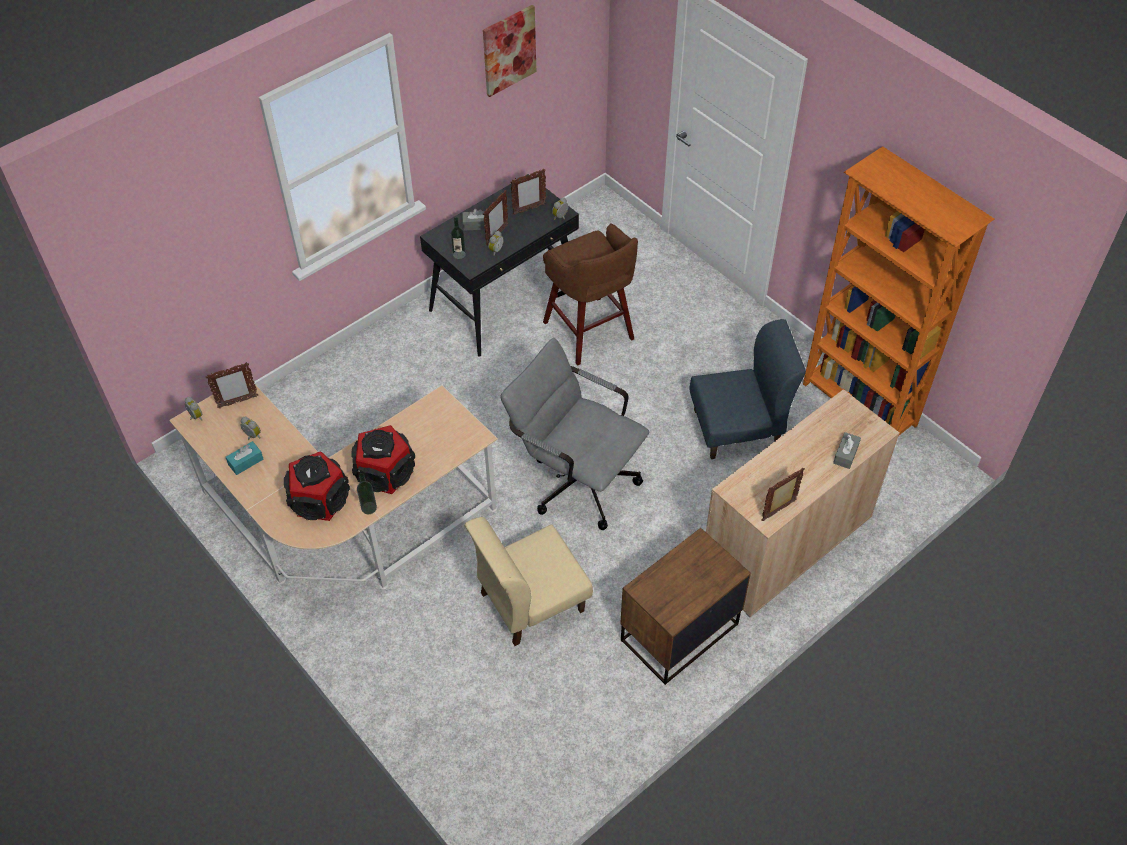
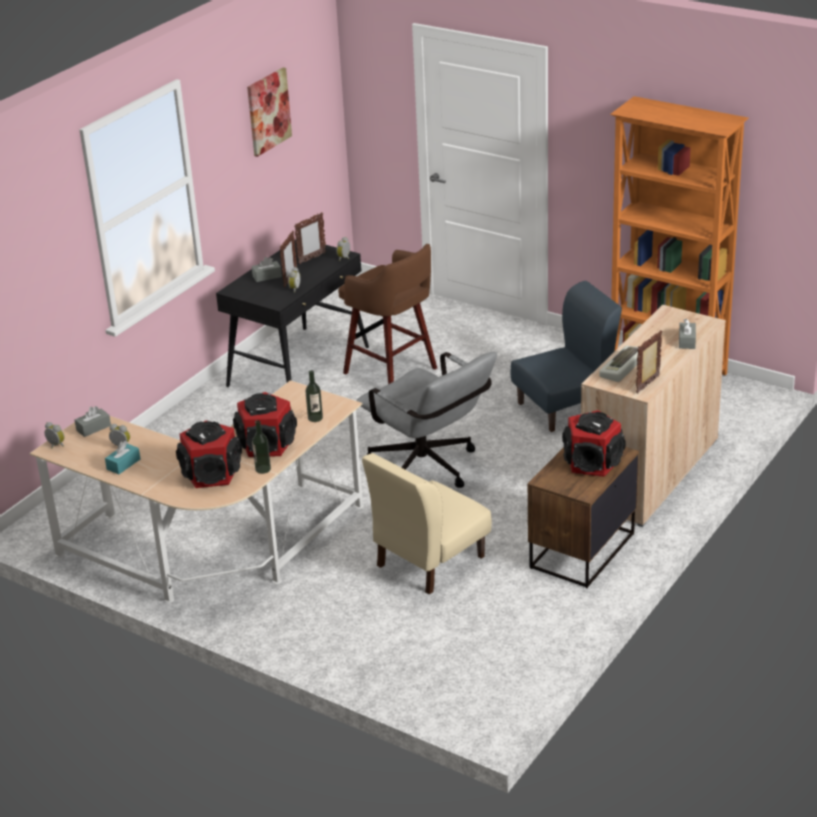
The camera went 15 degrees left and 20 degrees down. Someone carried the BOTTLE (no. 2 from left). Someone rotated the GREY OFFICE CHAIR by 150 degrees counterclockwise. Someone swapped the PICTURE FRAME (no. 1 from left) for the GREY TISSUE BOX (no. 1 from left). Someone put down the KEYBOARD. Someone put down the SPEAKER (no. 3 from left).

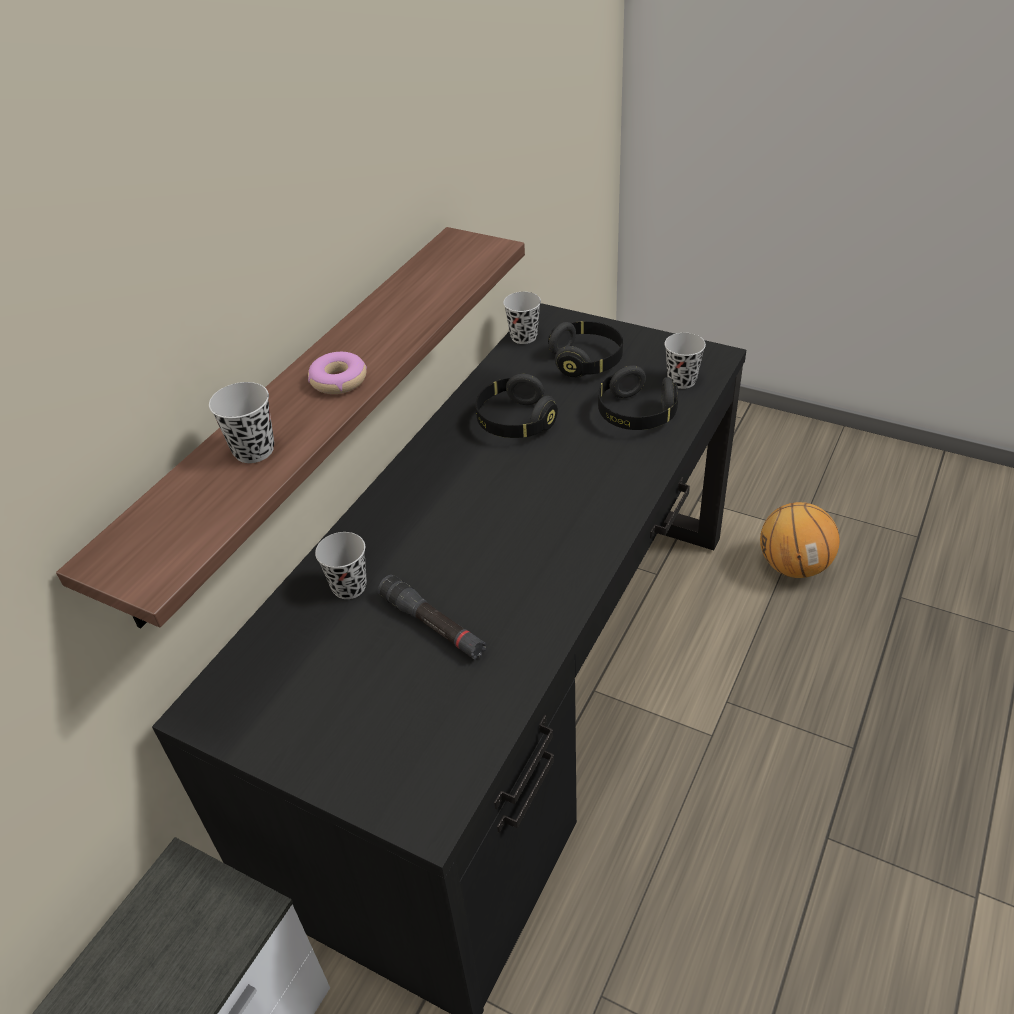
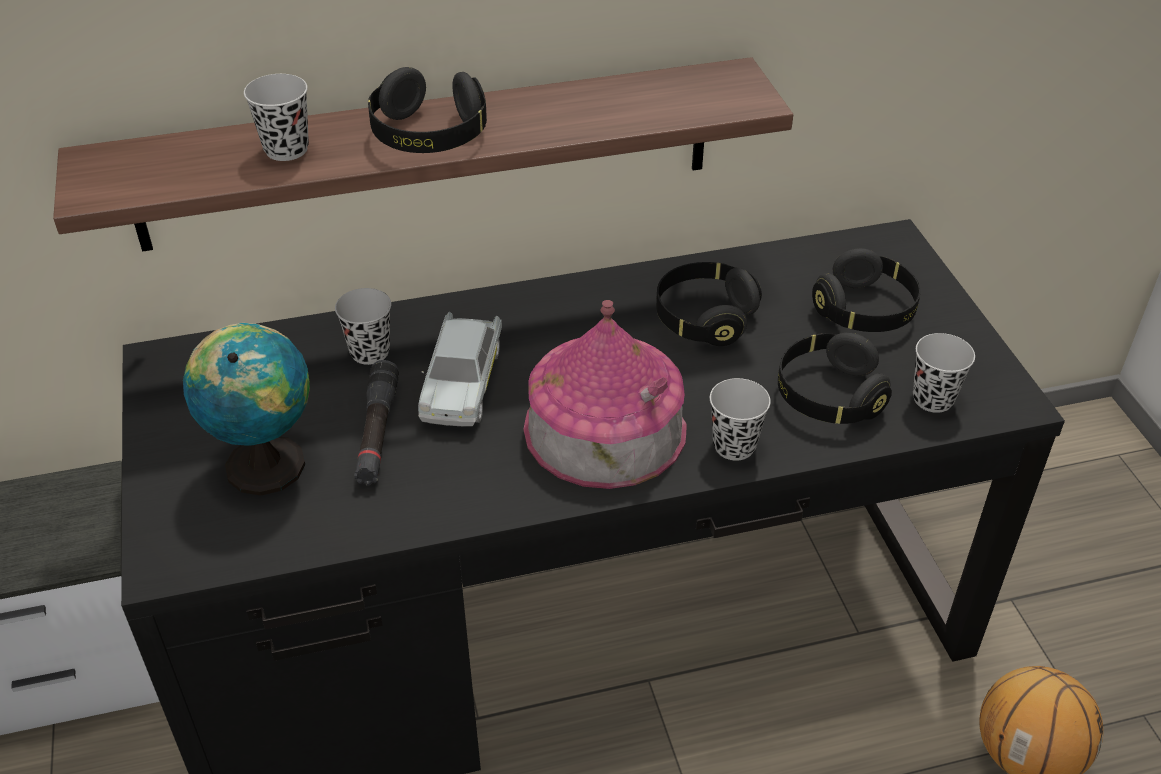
The camera went 45 degrees right and 0 degrees up. Someone carried the BLACK CUP (no. 3 from left). Someone swapped the DONUT for the BLACK HEADPHONES (no. 1 from left). Someone put down the TOY HOUSE. Someone put down the WHITE TOY CAR. Someone put down the GLOBE.

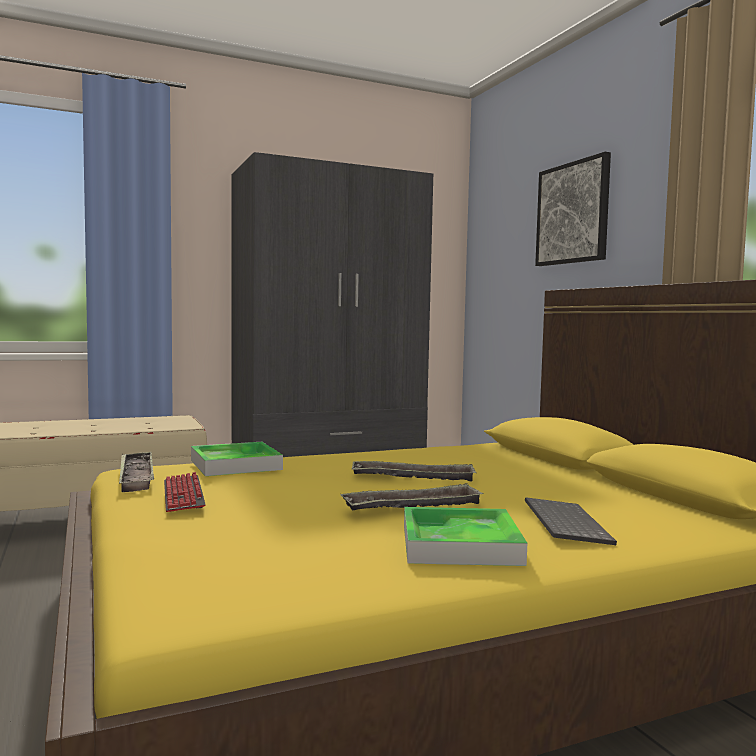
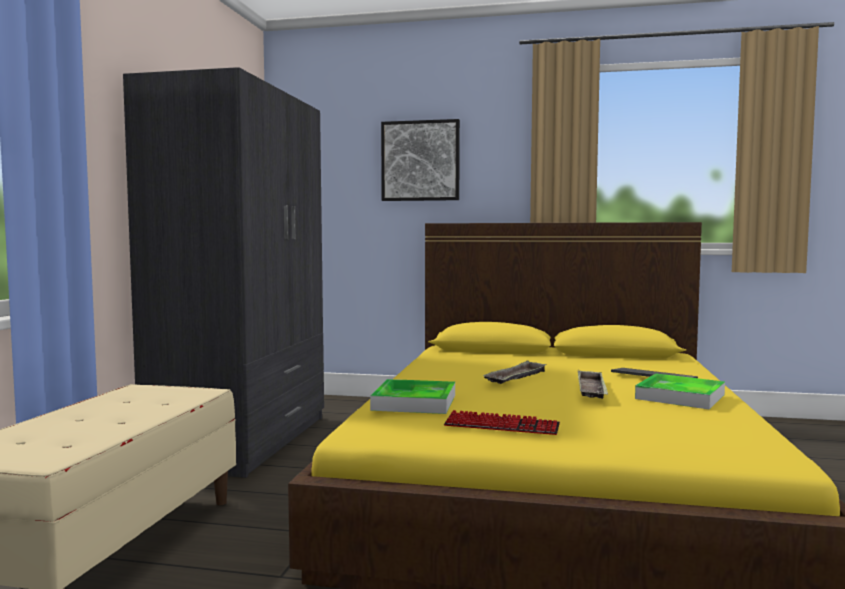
The camera went 55 degrees left and 0 degrees up. Someone took away the TRAY (no. 1 from left).

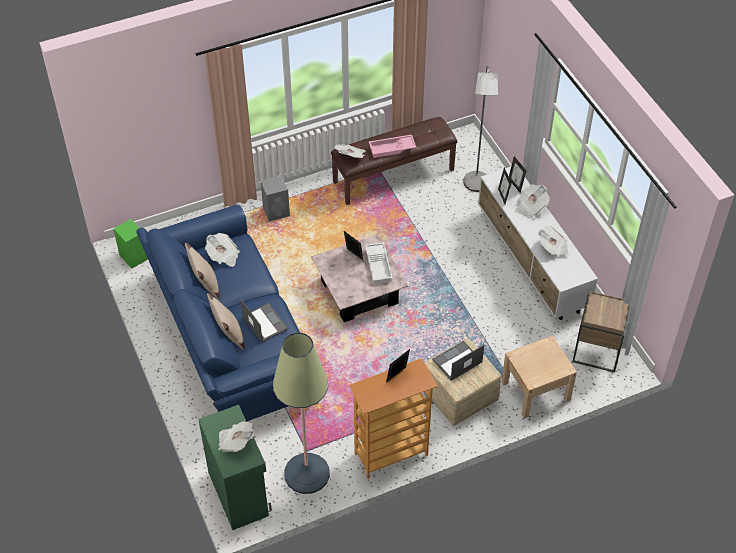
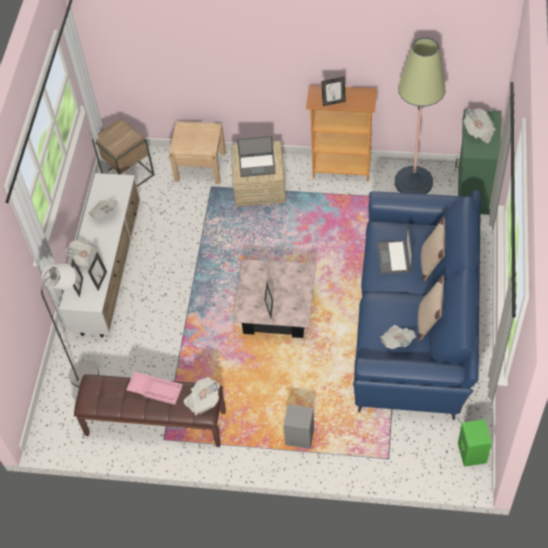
The camera went 145 degrees left and 5 degrees up. Someone took away the WHITE TRAY.

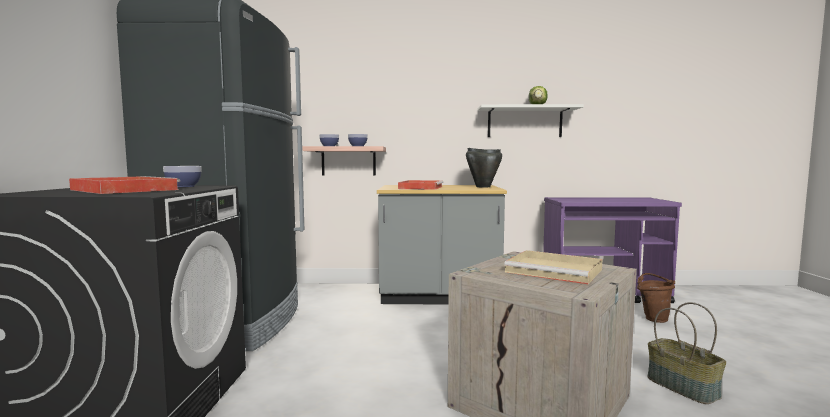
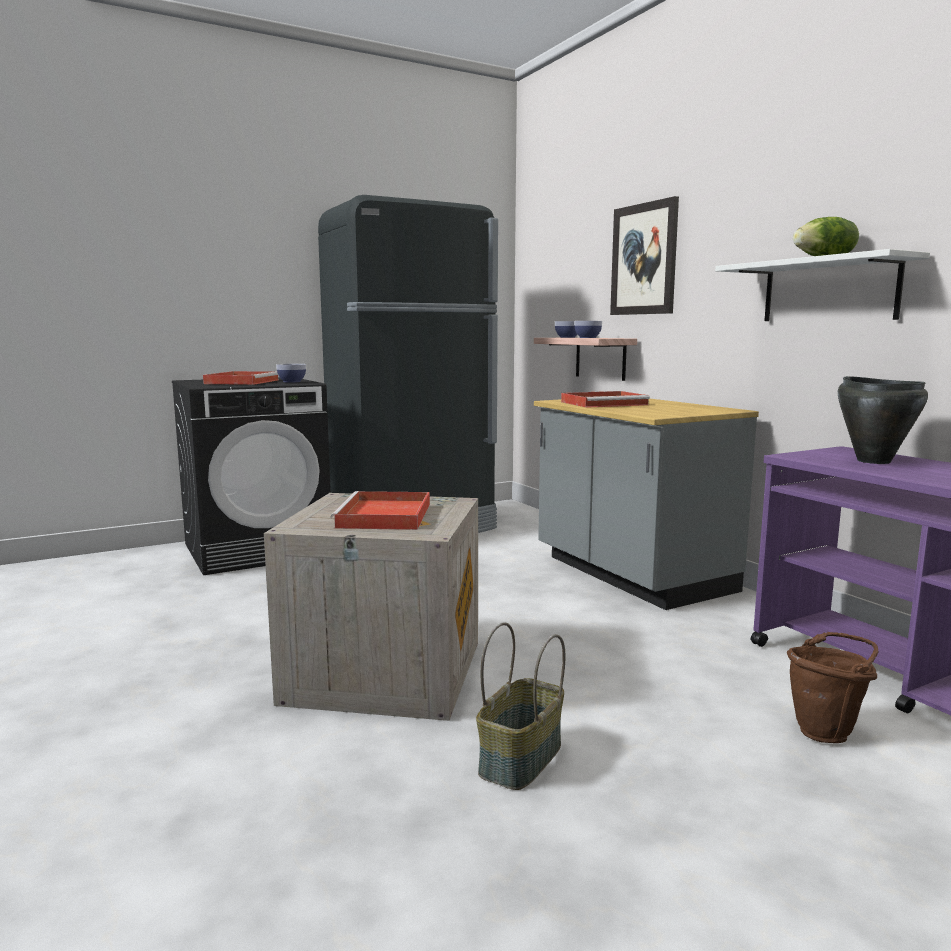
The camera went 60 degrees right and 5 degrees up. Someone carried the BLACK COOKING POT. Someone repainted the BEIGE TRAY, which became the RED TRAY (no. 2 from left). Someone put up the PICTURE.

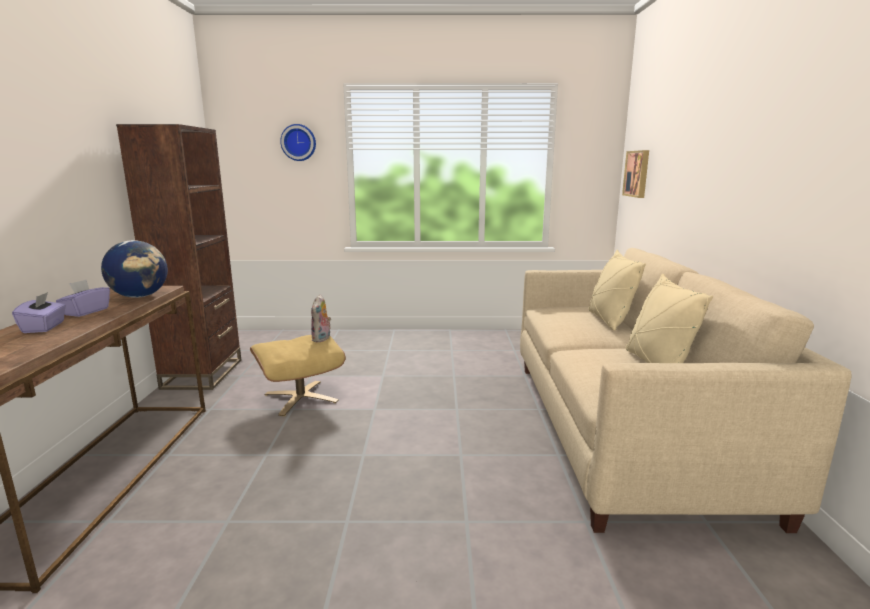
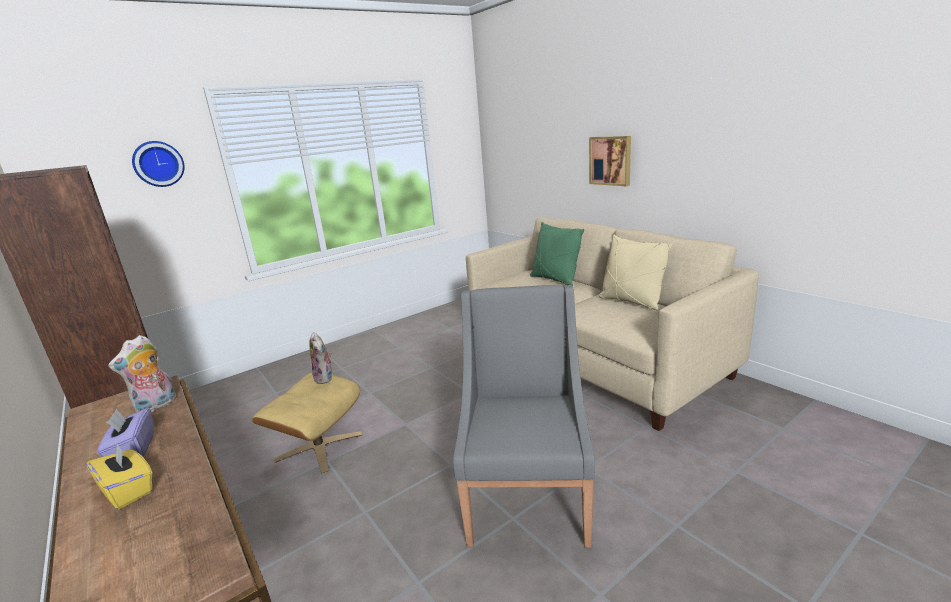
The camera went 35 degrees left and 5 degrees up. Someone carried the PICTURE. Someone swapped the GLOBE for the PLUSH TOY (no. 1 from left). Someone repainted the BEIGE PILLOW (no. 1 from left), which became the GREEN PILLOW. Someone repainted the PURPLE TISSUE BOX (no. 1 from left), which became the YELLOW TISSUE BOX. Someone put down the GREY ARMCHAIR.

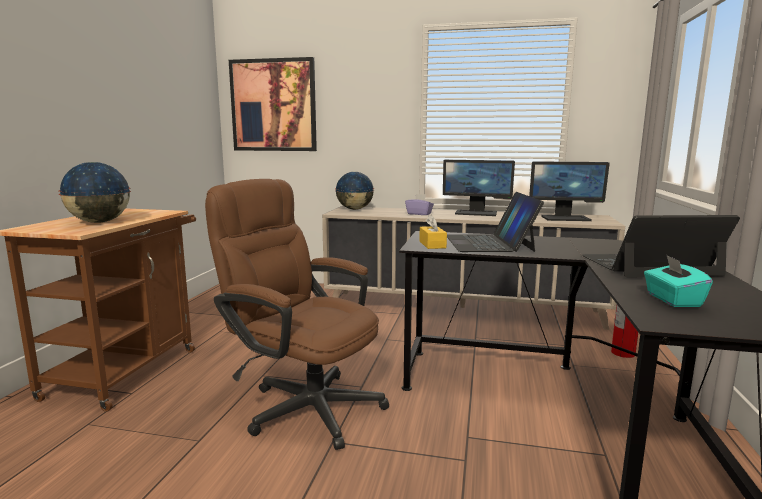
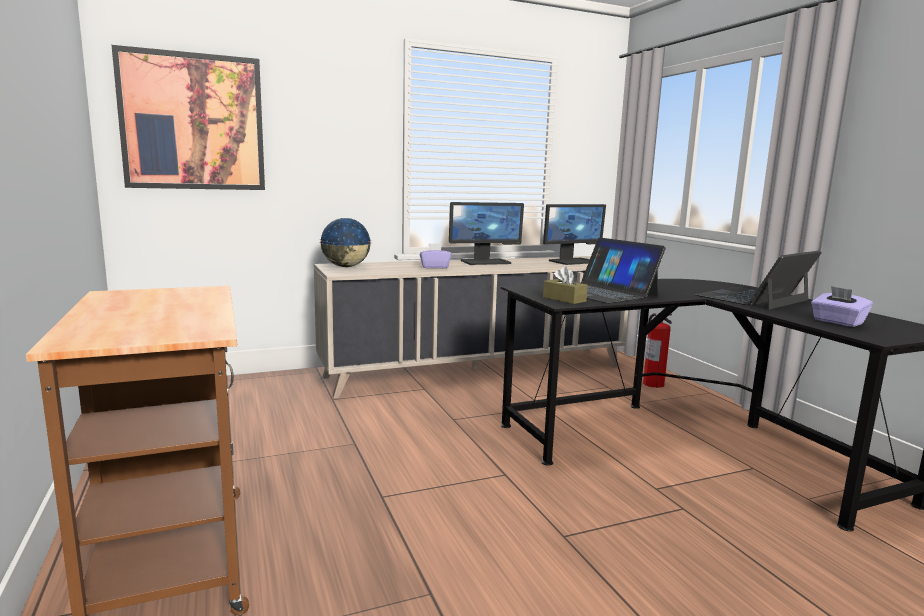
The camera went 35 degrees left and 0 degrees up. Someone took away the GLOBE (no. 1 from left). Someone took away the BROWN OFFICE CHAIR. Someone repainted the YELLOW TISSUE BOX, which became the BROWN TISSUE BOX. Someone repainted the TURQUOISE TISSUE BOX, which became the PURPLE TISSUE BOX (no. 2 from left).

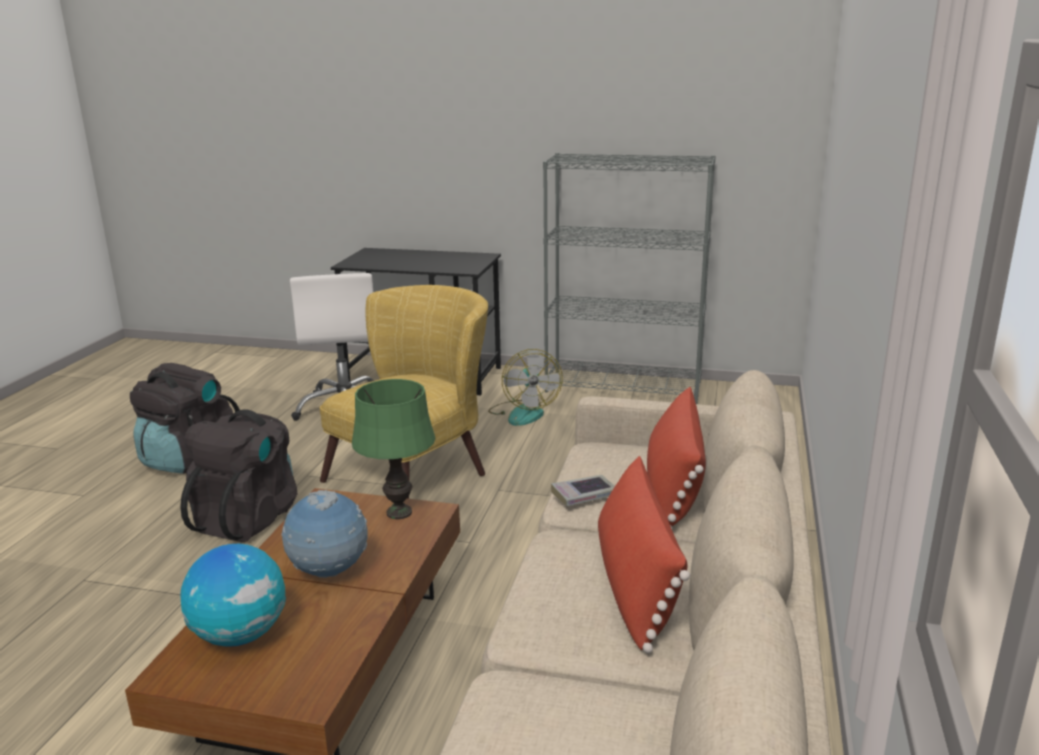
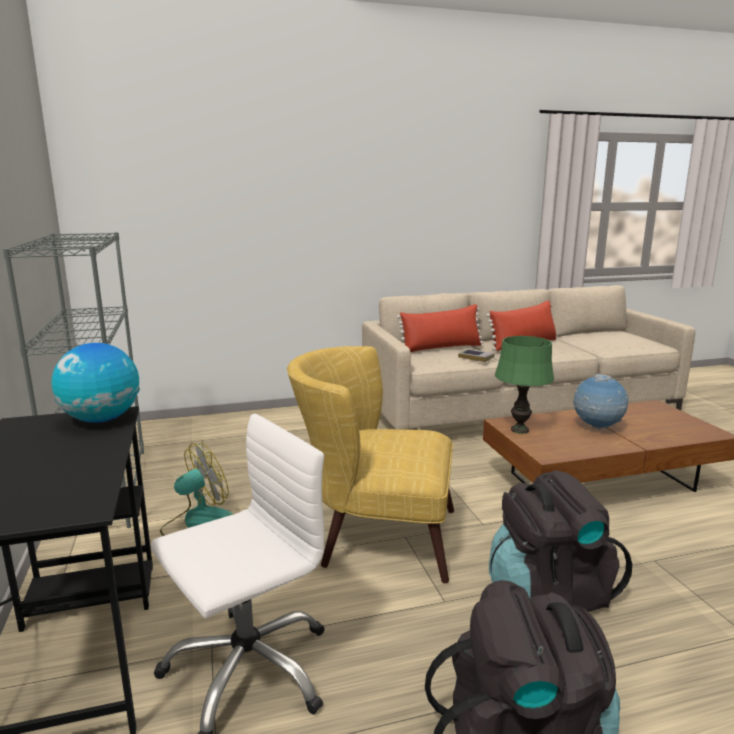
The camera went 120 degrees left and 5 degrees down. Someone carried the GLOBE (no. 1 from left).

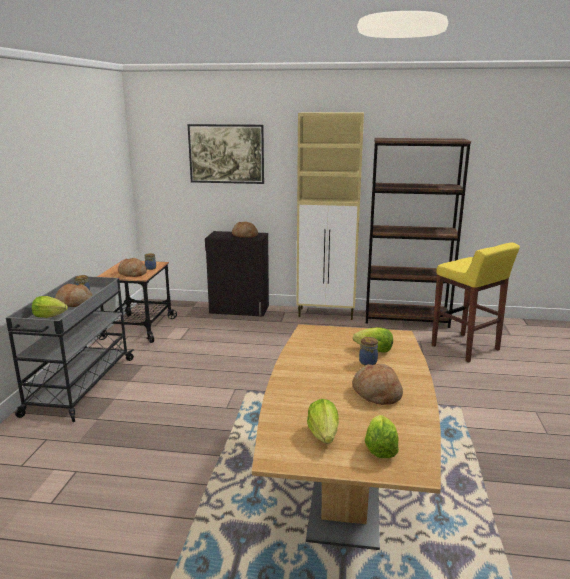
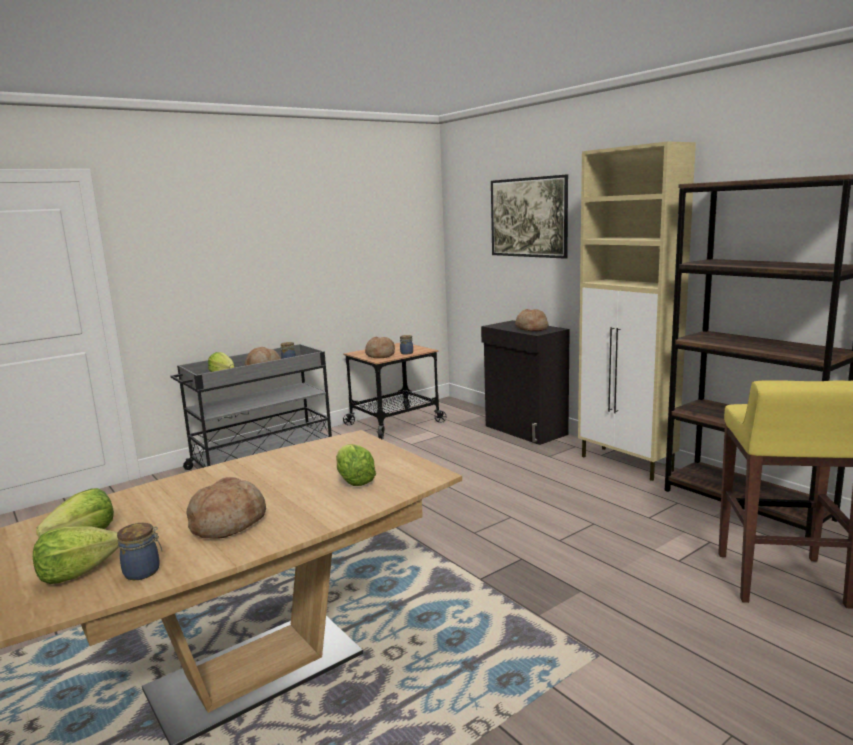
The camera went 45 degrees right and 5 degrees down. Someone carried the JAR (no. 3 from left in the first image).

